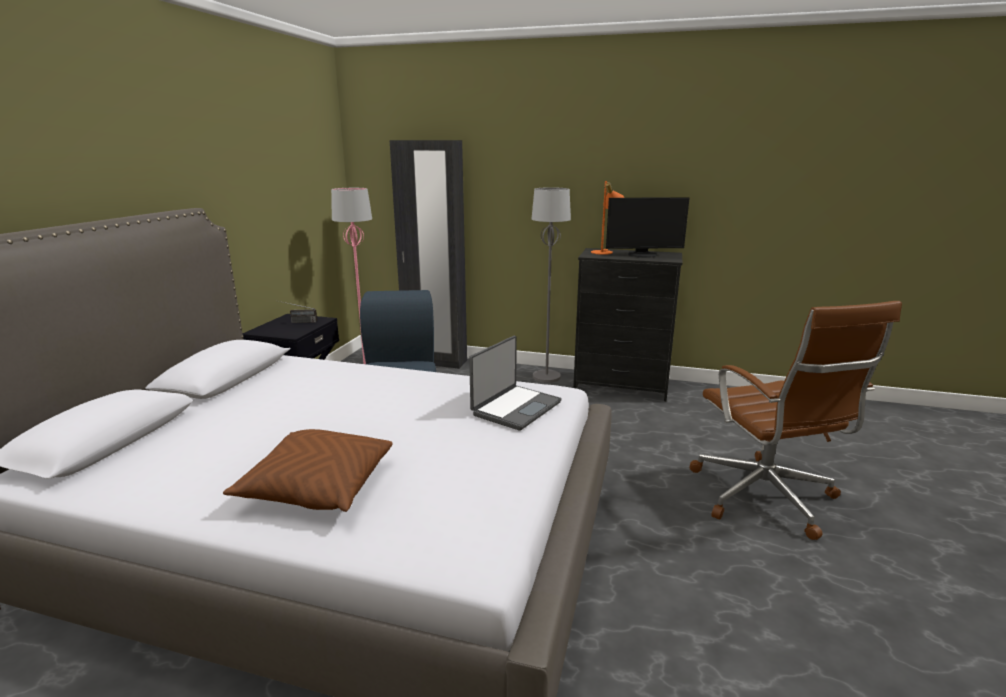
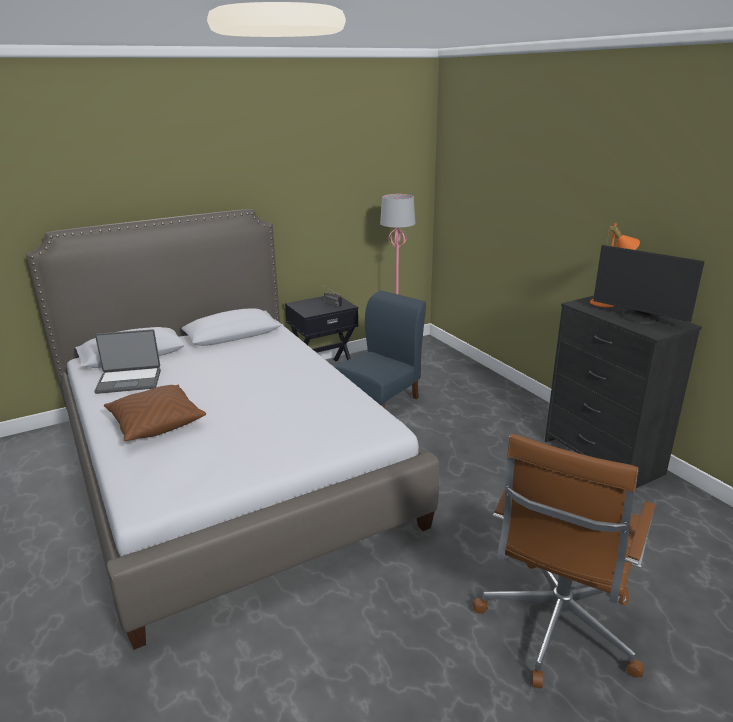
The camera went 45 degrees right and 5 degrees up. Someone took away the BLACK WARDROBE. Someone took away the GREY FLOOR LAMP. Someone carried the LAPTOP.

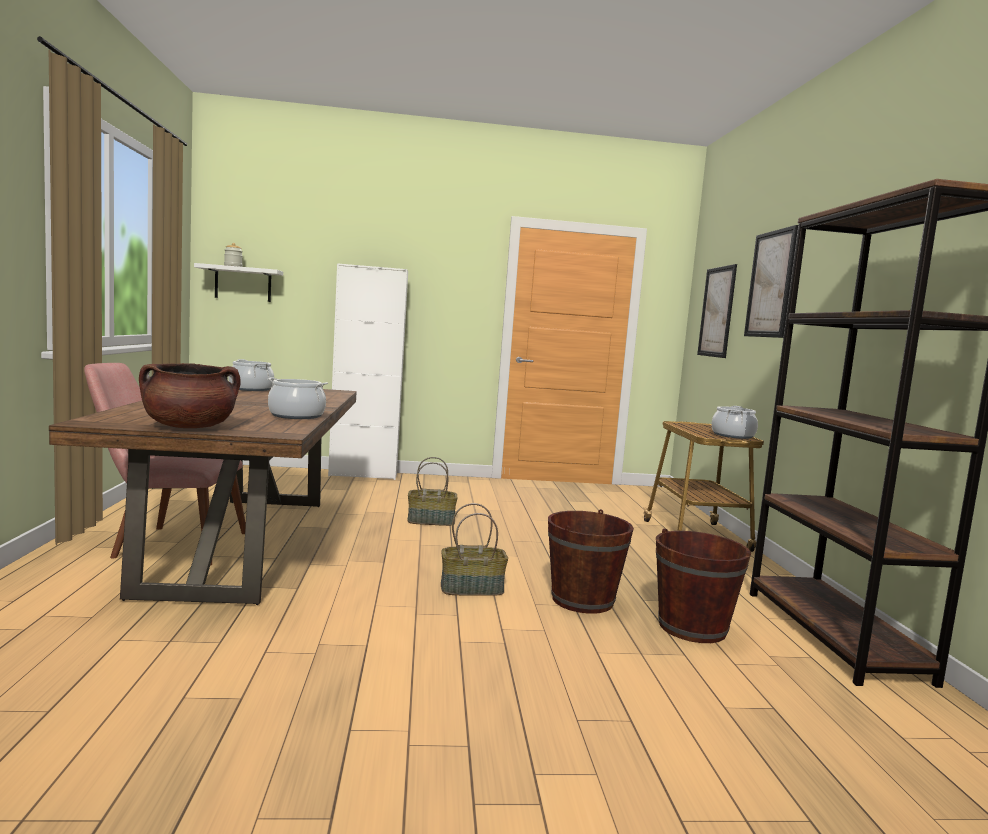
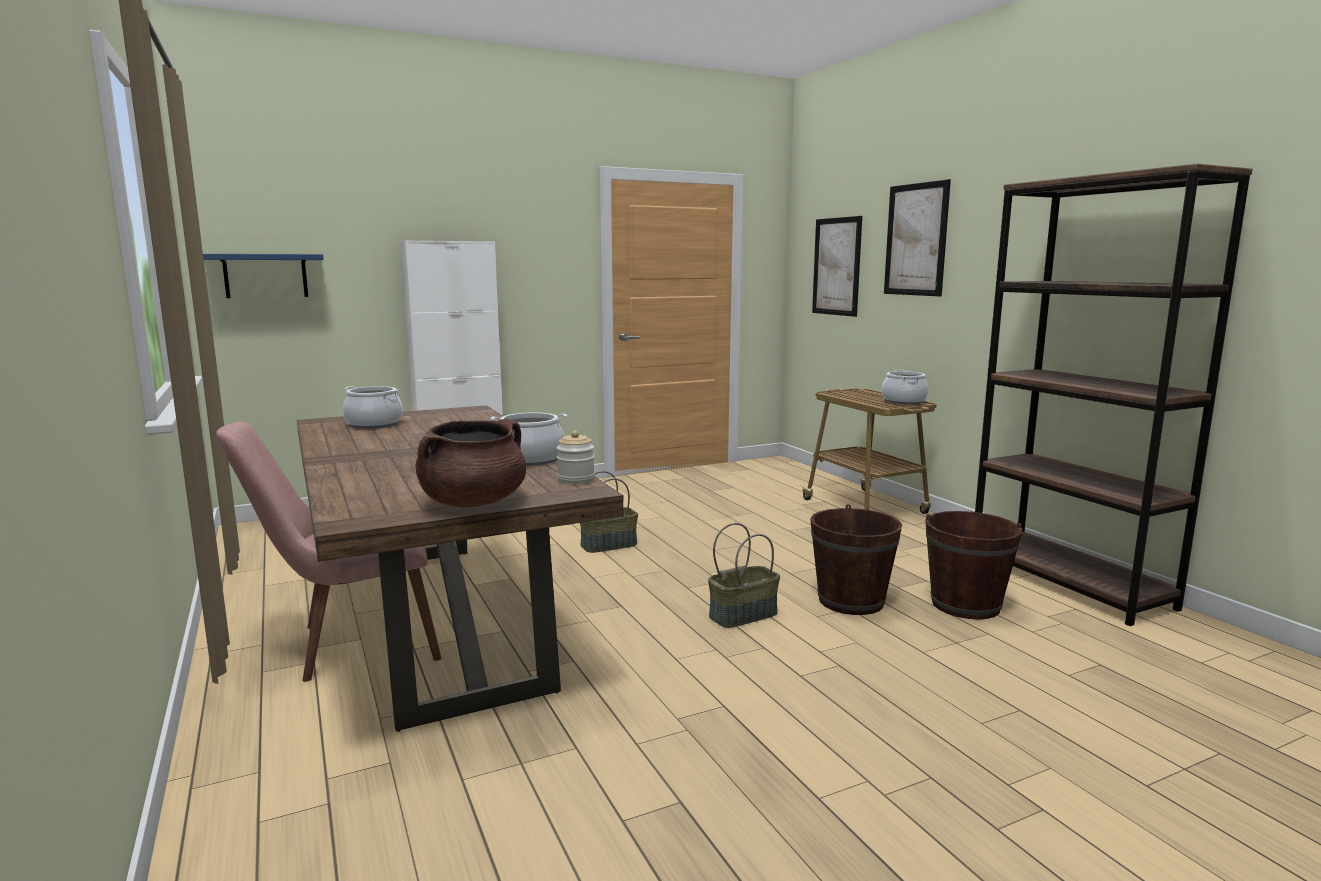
The camera went 20 degrees left and 5 degrees up. Someone carried the JAR. Someone repainted the WHITE SHELF, which became the BLUE SHELF.

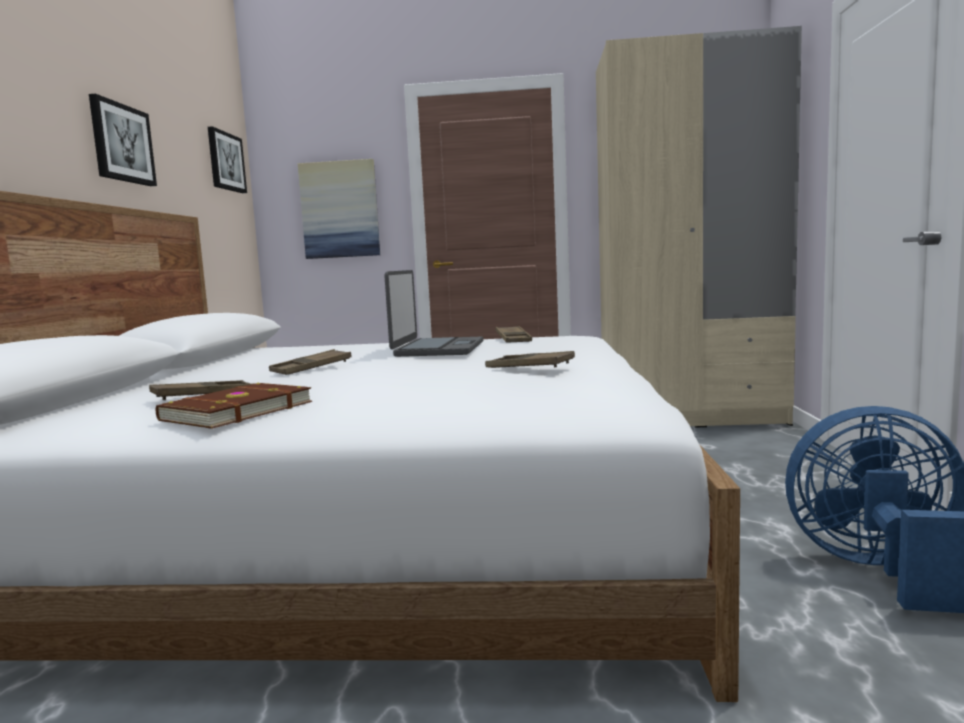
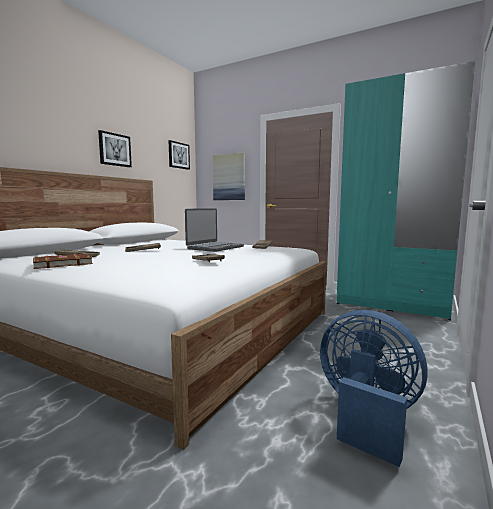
The camera went 25 degrees right and 0 degrees up. Someone repainted the BEIGE WARDROBE, which became the TURQUOISE WARDROBE.

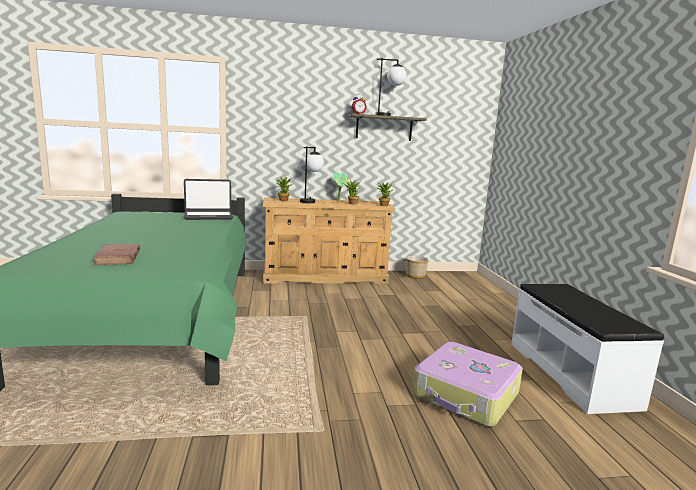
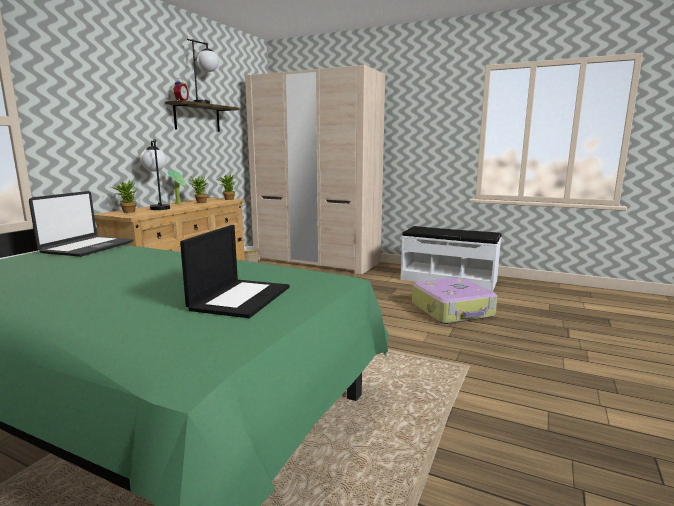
The camera went 55 degrees left and 0 degrees up. Someone swapped the BROWN BOOK for the LAPTOP (no. 2 from left). Someone put down the BEIGE WARDROBE.

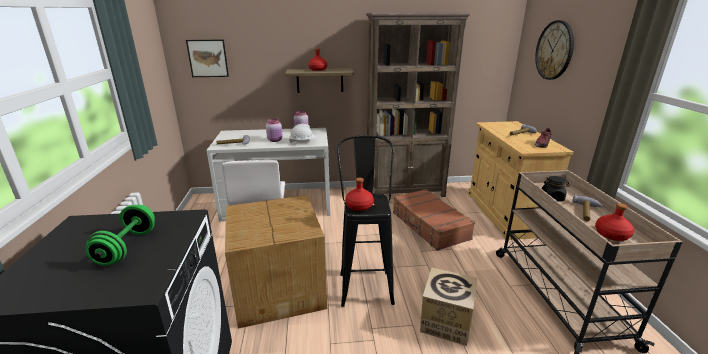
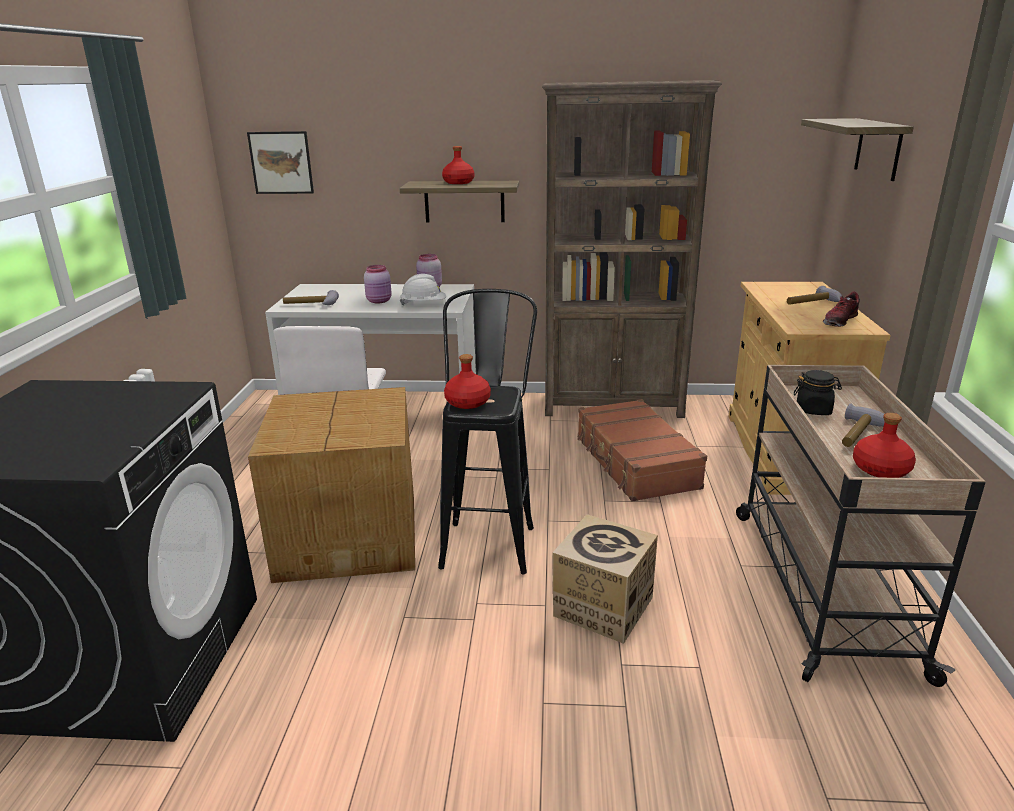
The camera went 10 degrees right and 0 degrees up. Someone swapped the WALL CLOCK for the SHELF (no. 2 from left). Someone took away the GREEN DUMBBELL.

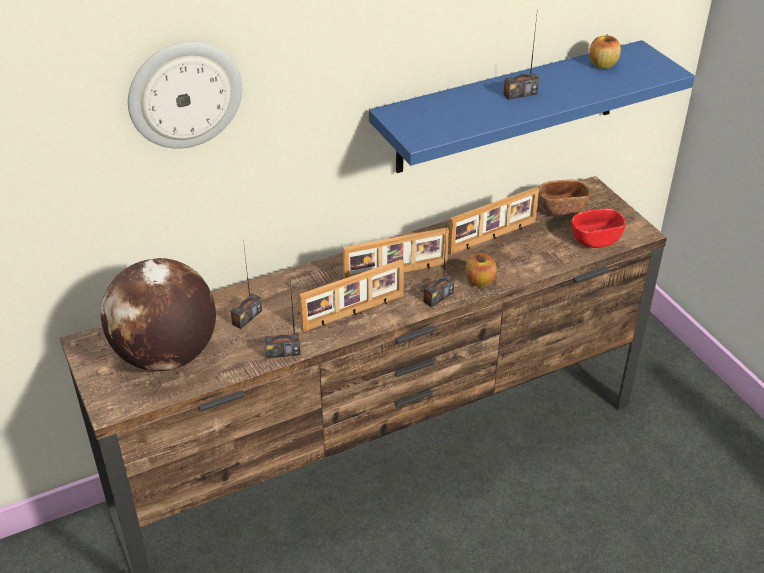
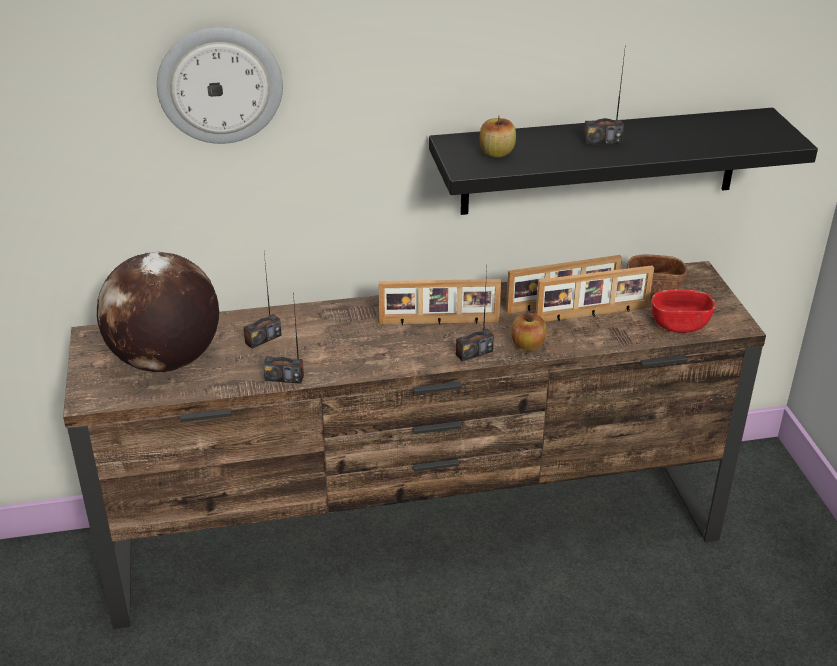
The camera went 15 degrees right and 5 degrees down. Someone carried the APPLE (no. 2 from left in the first image). Someone repainted the BLUE SHELF, which became the BLACK SHELF. Someone carried the PICTURE FRAME (no. 1 from left in the first image).

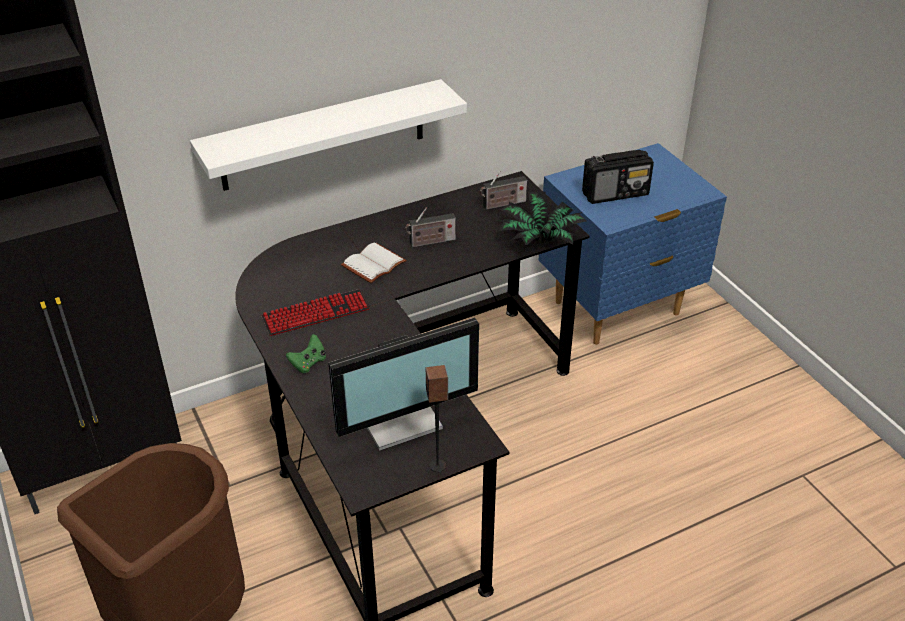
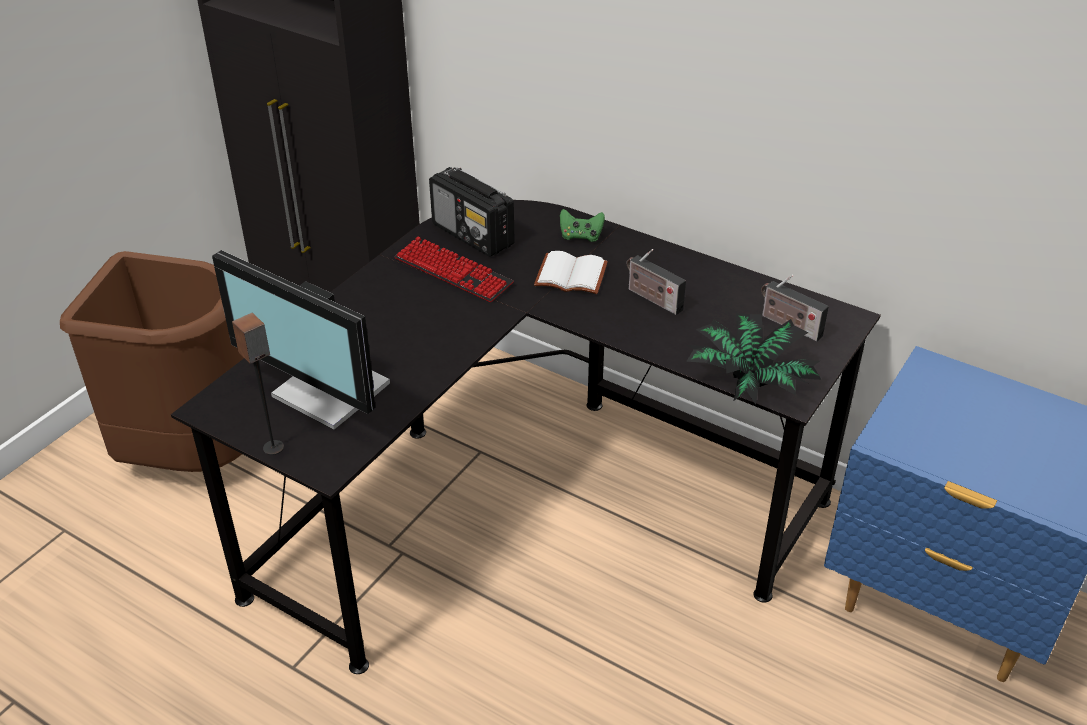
The camera went 60 degrees right and 0 degrees up. Someone took away the WHITE SHELF. Someone carried the RADIO (no. 3 from left in the first image). Someone carried the GREEN GAME CONTROLLER.

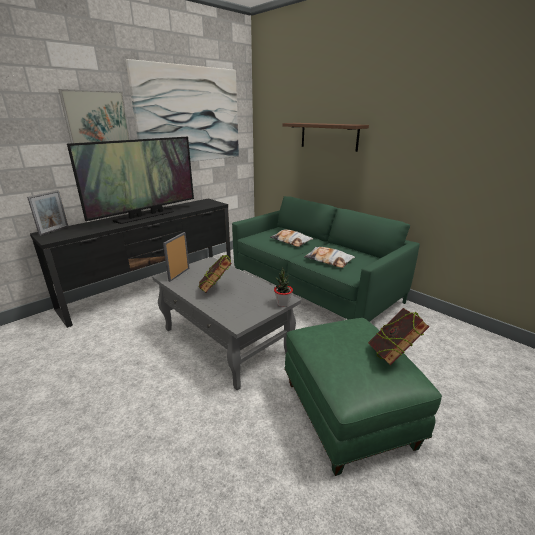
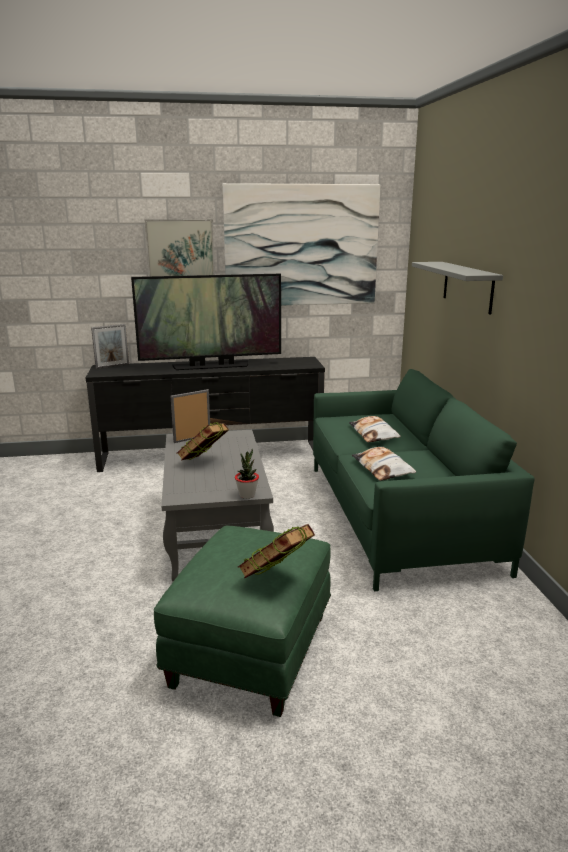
The camera went 35 degrees right and 5 degrees down. Someone repainted the BROWN SHELF, which became the GREY SHELF.

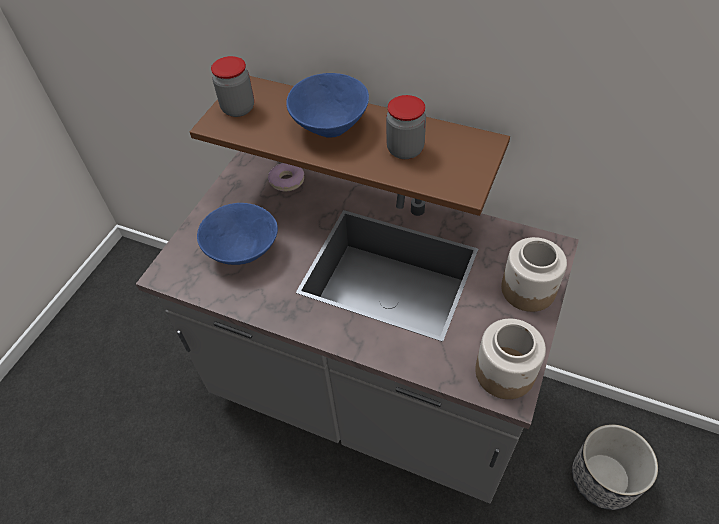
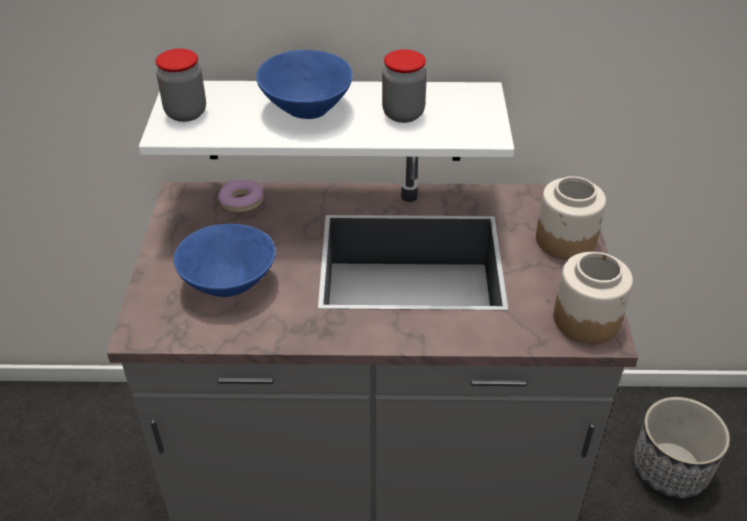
The camera went 25 degrees left and 10 degrees down. Someone repainted the BROWN SHELF, which became the WHITE SHELF.

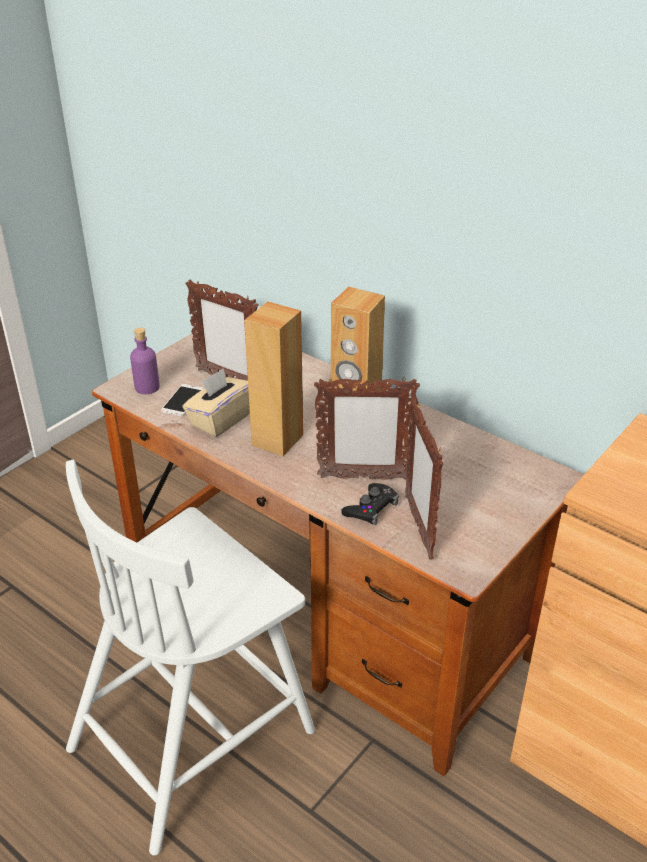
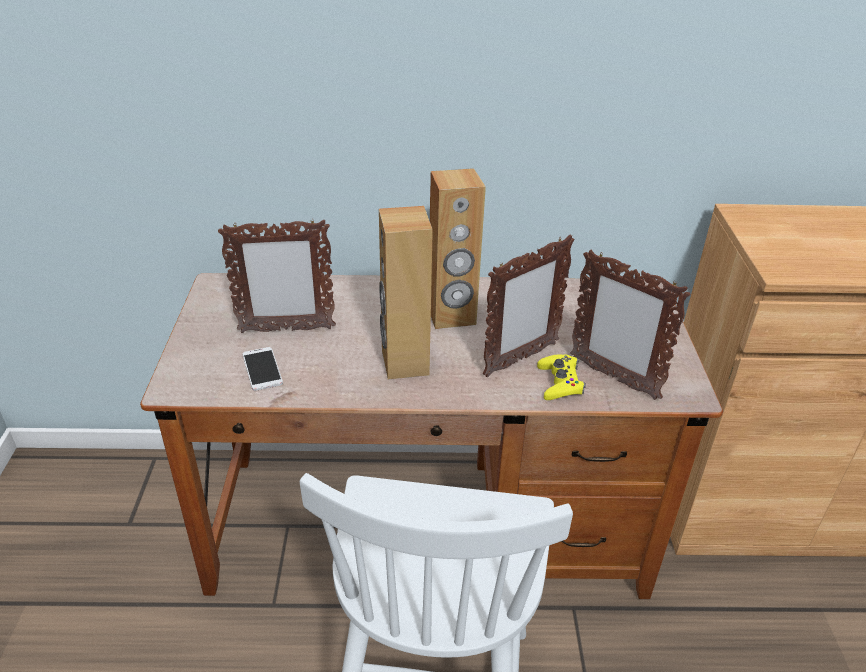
The camera went 40 degrees left and 0 degrees up. Someone took away the PURPLE BOTTLE. Someone took away the BEIGE TISSUE BOX. Someone repainted the BLACK GAME CONTROLLER, which became the YELLOW GAME CONTROLLER.

